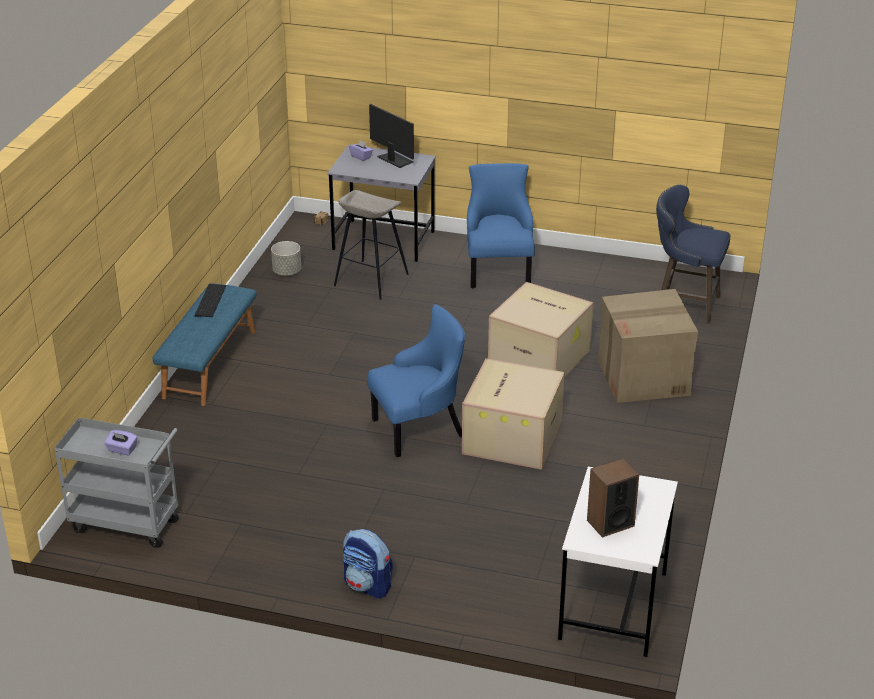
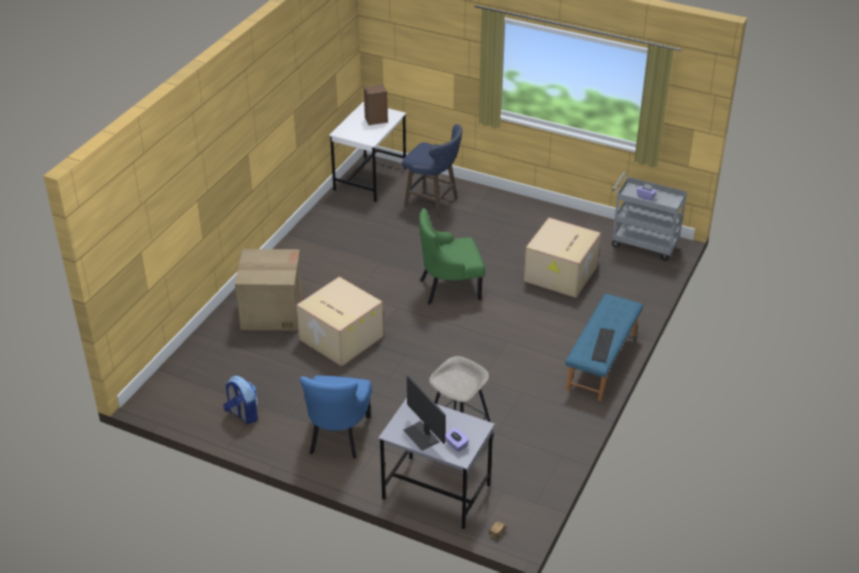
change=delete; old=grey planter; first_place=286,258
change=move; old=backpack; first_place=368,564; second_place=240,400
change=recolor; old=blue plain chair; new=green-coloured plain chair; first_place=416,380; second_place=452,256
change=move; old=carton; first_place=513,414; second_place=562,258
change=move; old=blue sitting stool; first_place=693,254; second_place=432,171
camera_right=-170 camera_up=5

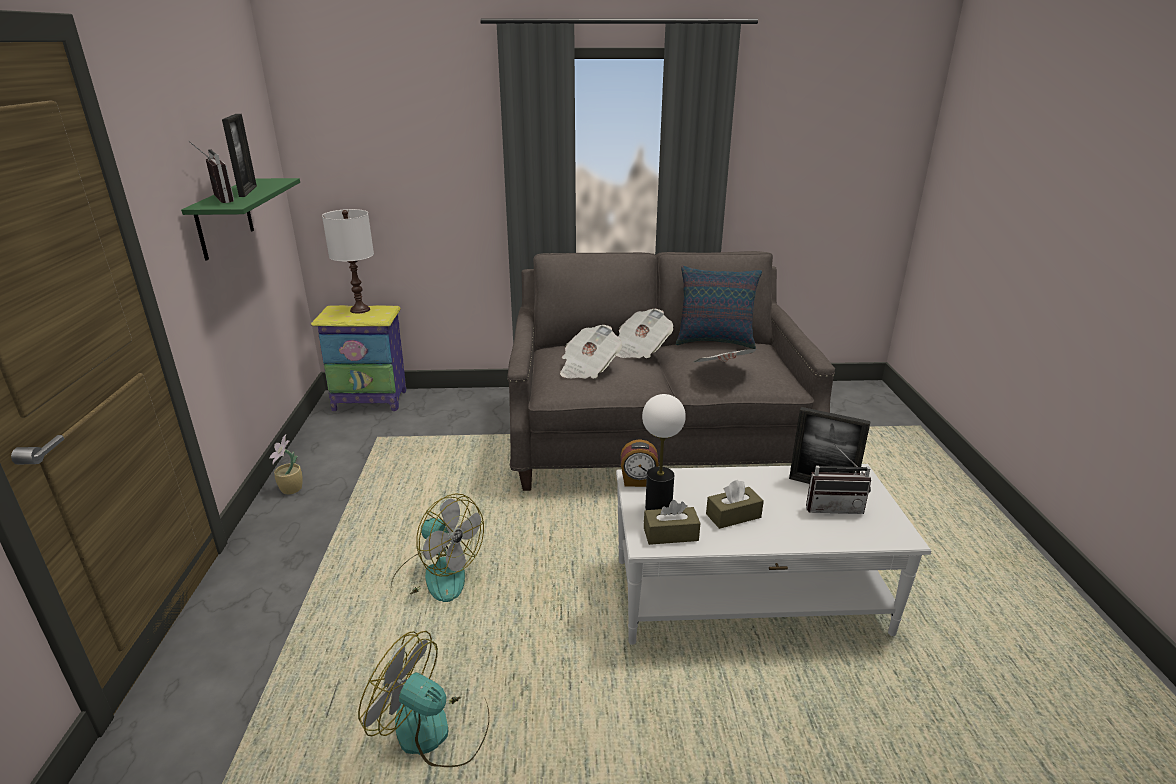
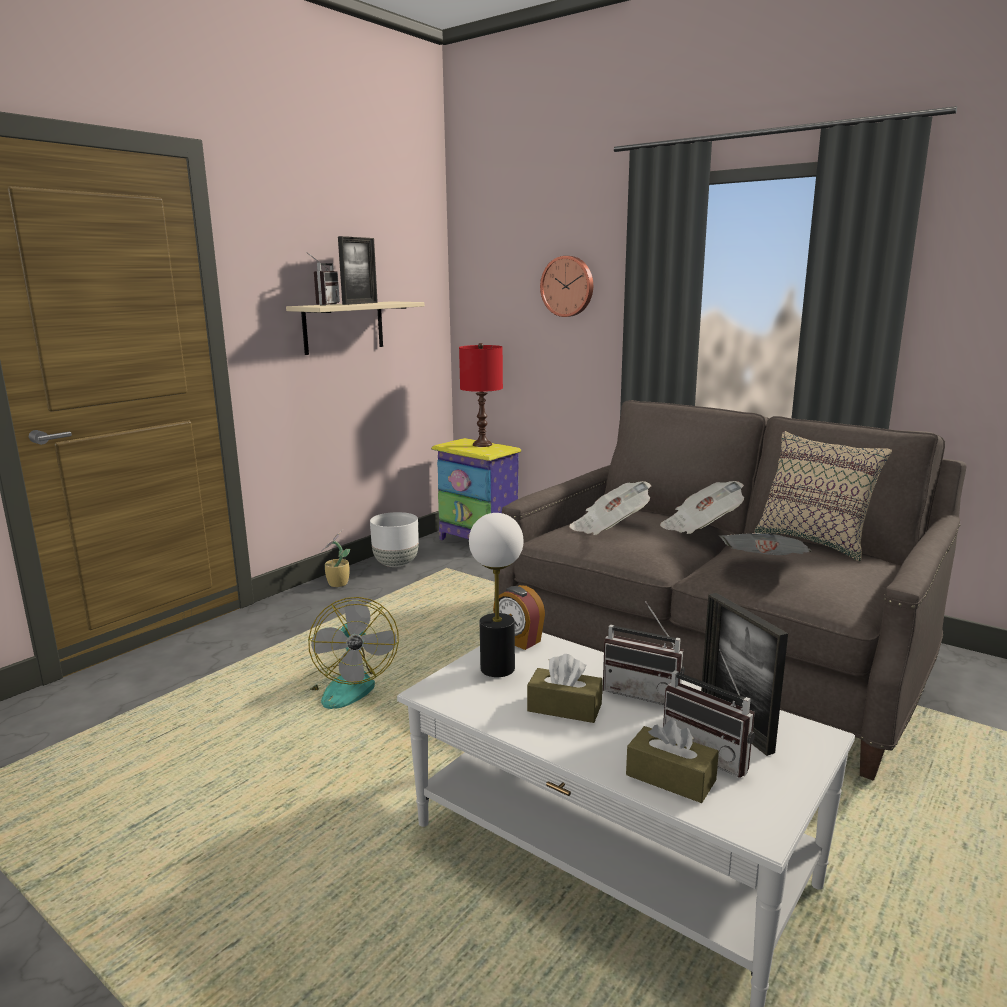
change=recolor; old=green-coloured bracket shelf; new=sand-coloured bracket shelf; first_place=240,219; second_place=355,328
change=recolor; old=white-coloured tabletop lamp; new=reddish tabletop lamp; first_place=348,261; second_place=481,395
change=delete; old=cooling fan; first_place=423,699
change=move; old=brownish box of tissues; first_place=672,522; second_place=672,761
change=recolor; old=blue pillow; new=sand-coloured pillow; first_place=719,307; second_place=823,496
change=insert; new=white-coloured planter; second_place=394,539
change=insert; new=clock on the wall; second_place=566,286
change=insert; new=radio receiver; second_place=644,653
camera_right=40 camera_up=-10

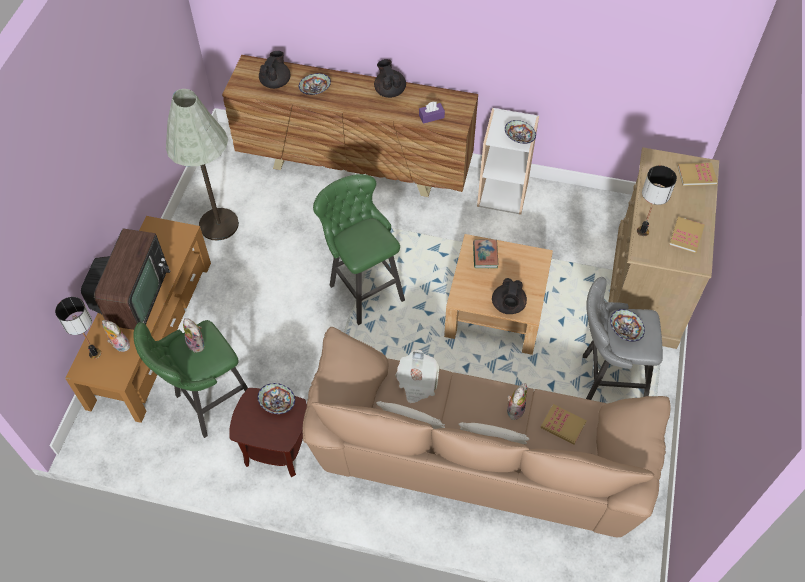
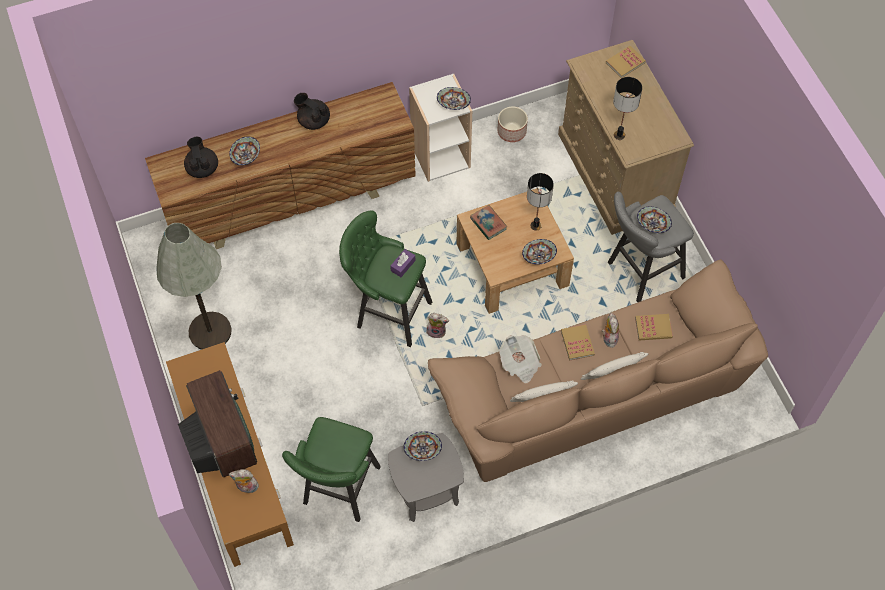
change=move; old=tabletop lamp; first_place=78,328; second_place=540,202
change=move; old=cuddly toy; first_place=193,335; second_place=437,325
change=recolor; old=brownish accent table; new=grey accent table; first_place=268,432; second_place=426,477
change=move; old=purple-coloured box of tissues; first_place=432,113; second_place=402,263
change=replace; old=blackish tea pot; new=serving bowl; first_place=509,296; second_place=539,252
change=move; old=volume; first_place=687,235; second_place=578,342
change=insert; new=planter; second_place=512,124
camera_right=-35 camera_up=5

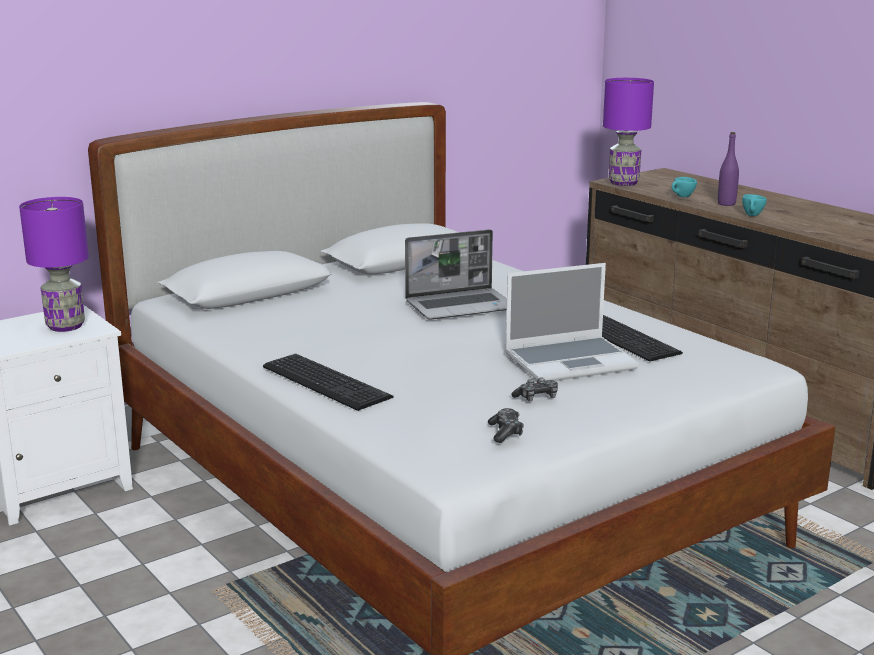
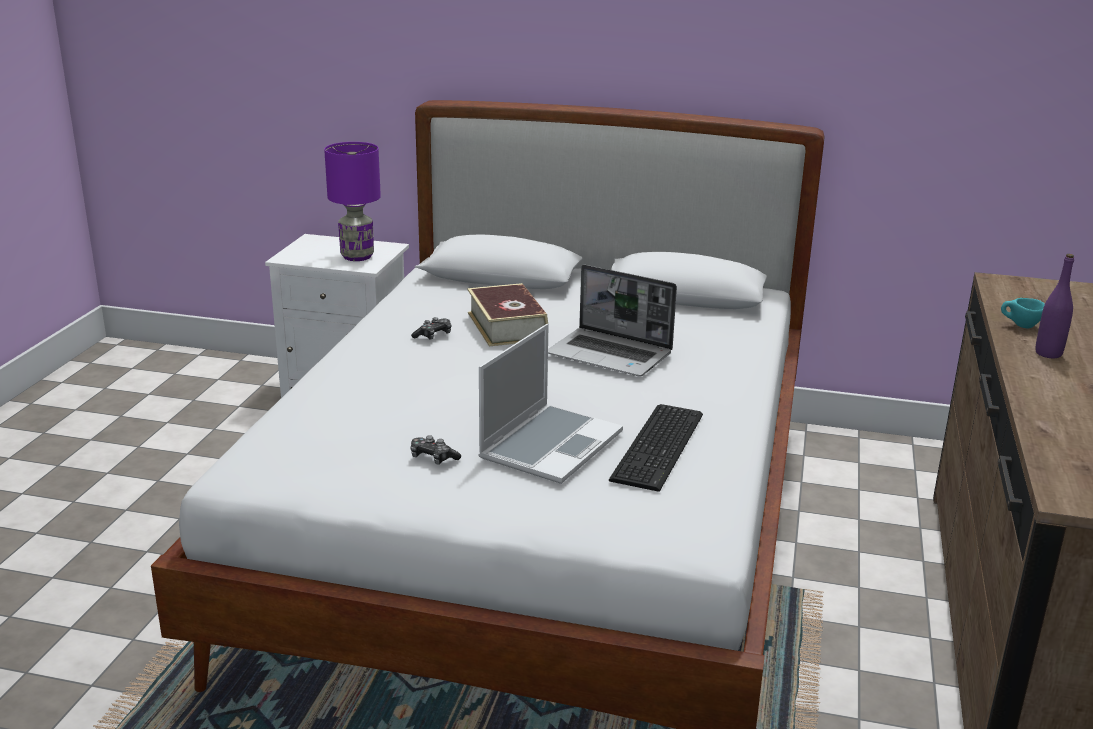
change=delete; old=computer keyboard; first_place=328,382
change=move; old=gamepad; first_place=506,425; second_place=431,328
change=rotate; old=notebook computer; first_place=572,322; second_place=551,404; degrees=-90
change=delete; old=purple-coloured tabletop lamp; first_place=628,132
change=delete; old=blue-green cup; first_place=754,205
change=insert; new=volume; second_place=508,314
camera_right=50 camera_up=5

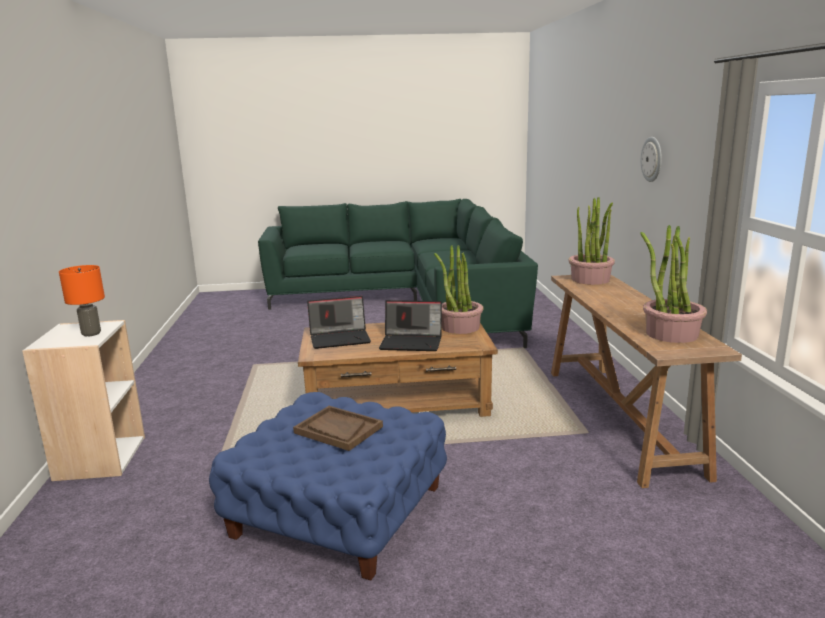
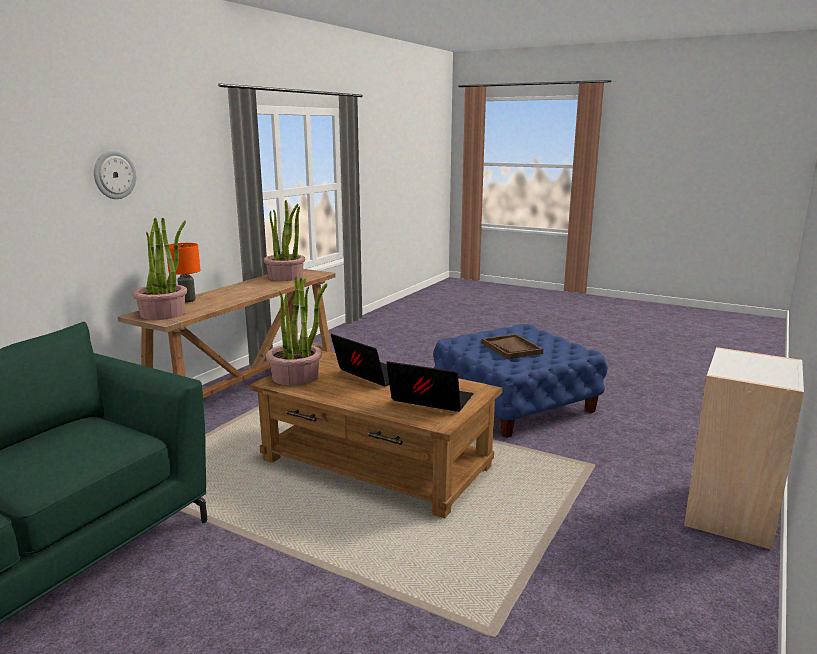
change=move; old=orangey tabletop lamp; first_place=82,300; second_place=184,273
camera_right=-145 camera_up=0

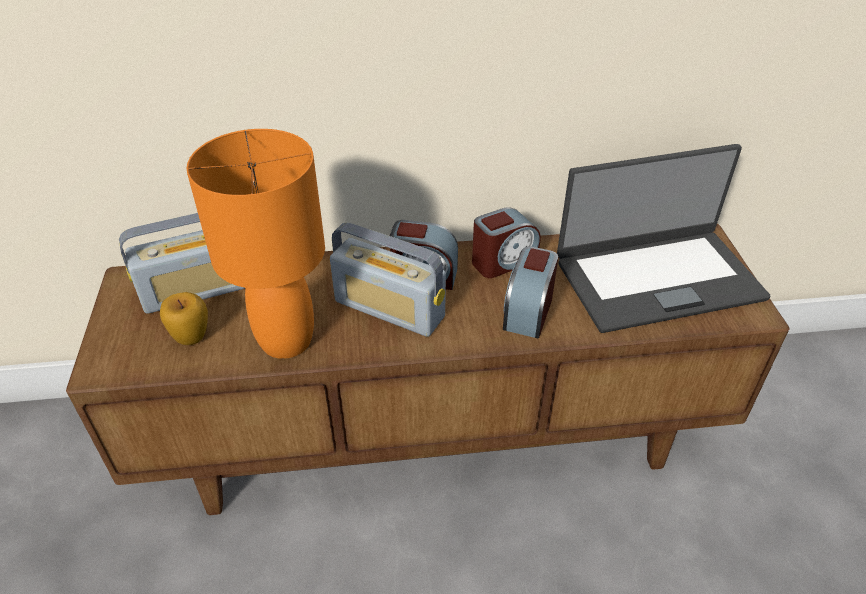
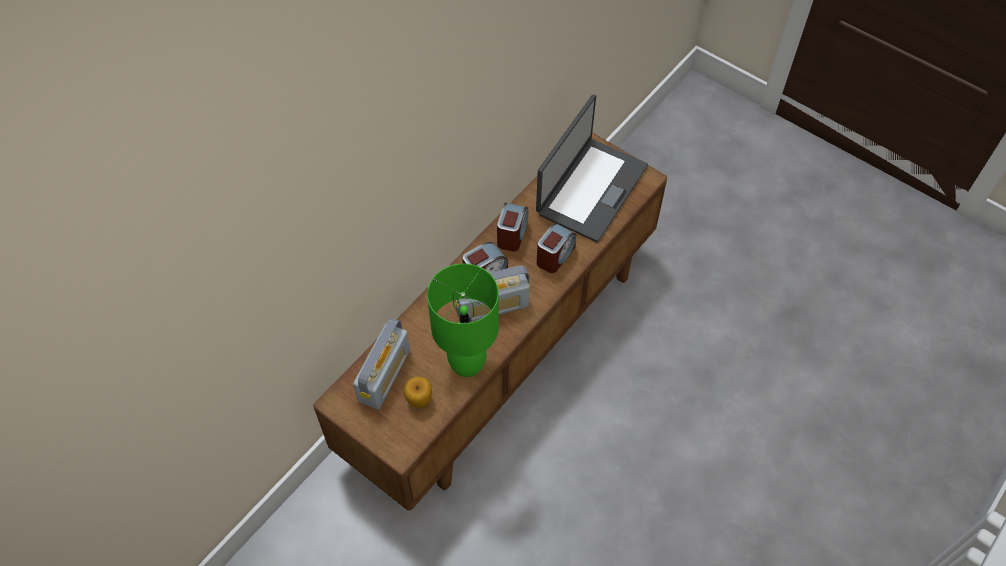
change=recolor; old=orangey tabletop lamp; new=green-coloured tabletop lamp; first_place=255,244; second_place=463,320
change=rotate; old=bedside clock; first_place=530,292; second_place=556,248; degrees=-120
camera_right=-45 camera_up=15

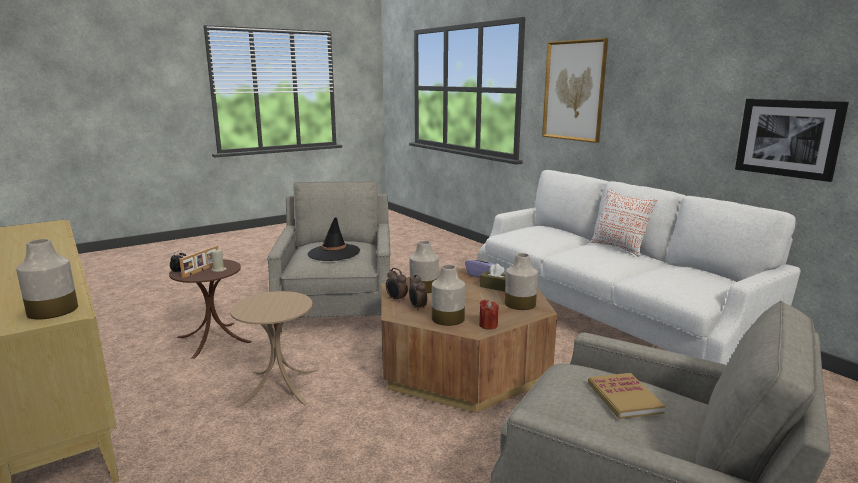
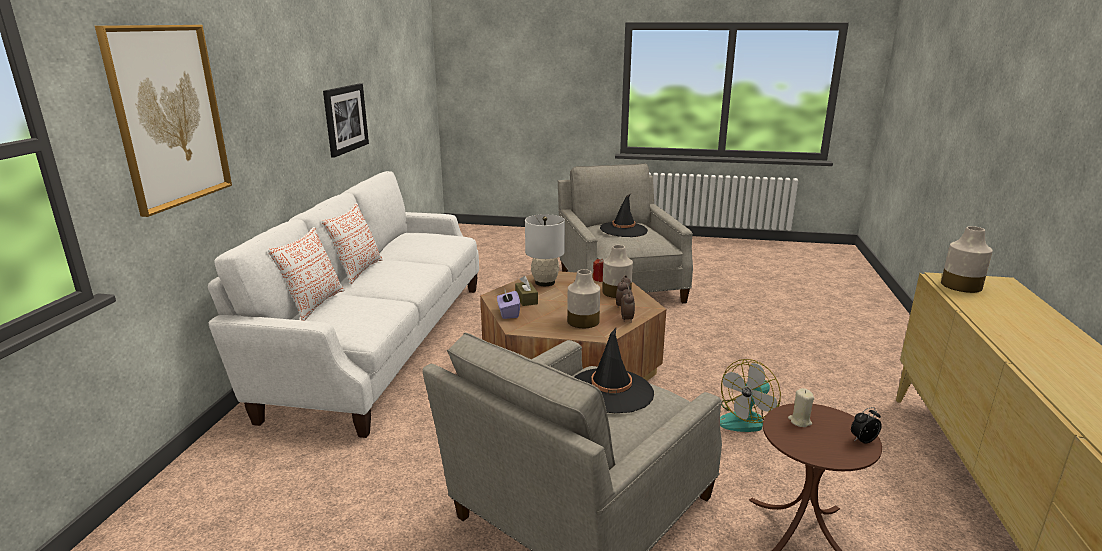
change=delete; old=picture frame; first_place=198,261
change=replace; old=sand-coloured accent table; new=cooling fan; first_place=274,349; second_place=750,395
change=replace; old=sand-coloured vase; new=white-coloured tabletop lamp; first_place=521,281; second_place=545,250
change=replace; old=volume; new=blackish clothing hat; first_place=626,396; second_place=624,215
change=insert; new=white-coloured pillow; second_place=306,274
camera_right=-135 camera_up=5

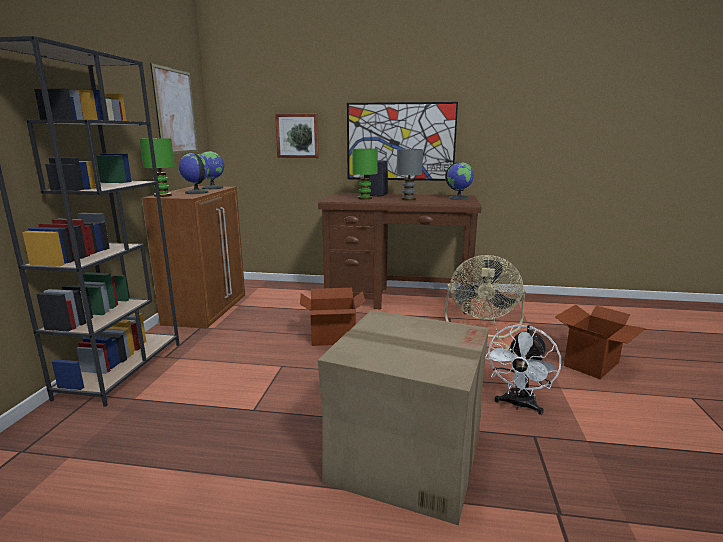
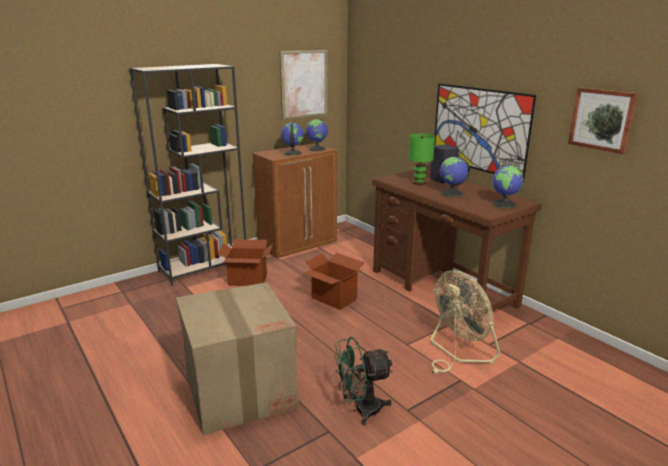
change=delete; old=green-coloured tabletop lamp; first_place=157,167
change=move; old=wall art; first_place=297,136; second_place=603,120
change=replace; old=grey tabletop lamp; new=globe; first_place=410,175; second_place=455,177
change=recolor; old=white-coloured cooling fan; new=green-coloured cooling fan; first_place=523,369; second_place=363,381
change=move; old=carton; first_place=600,342; second_place=245,262
camera_right=45 camera_up=5

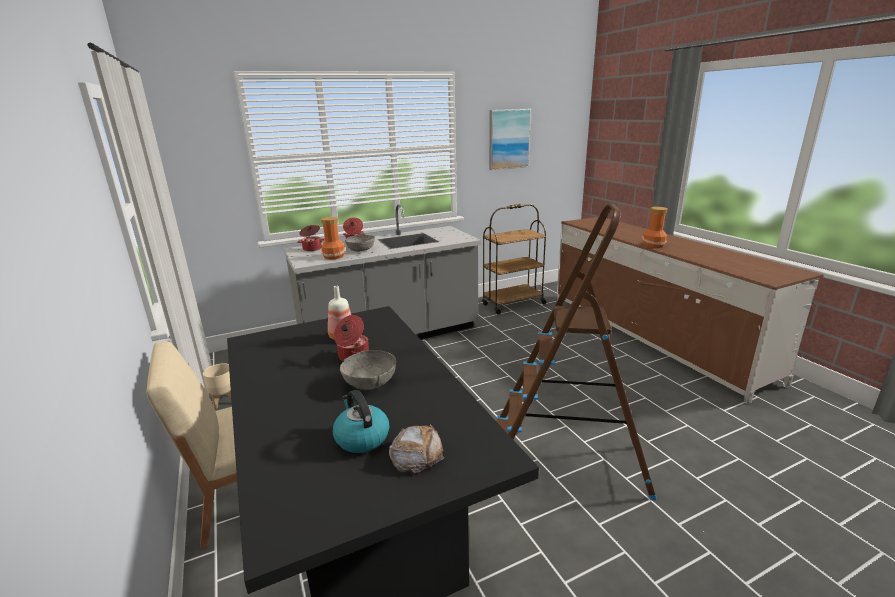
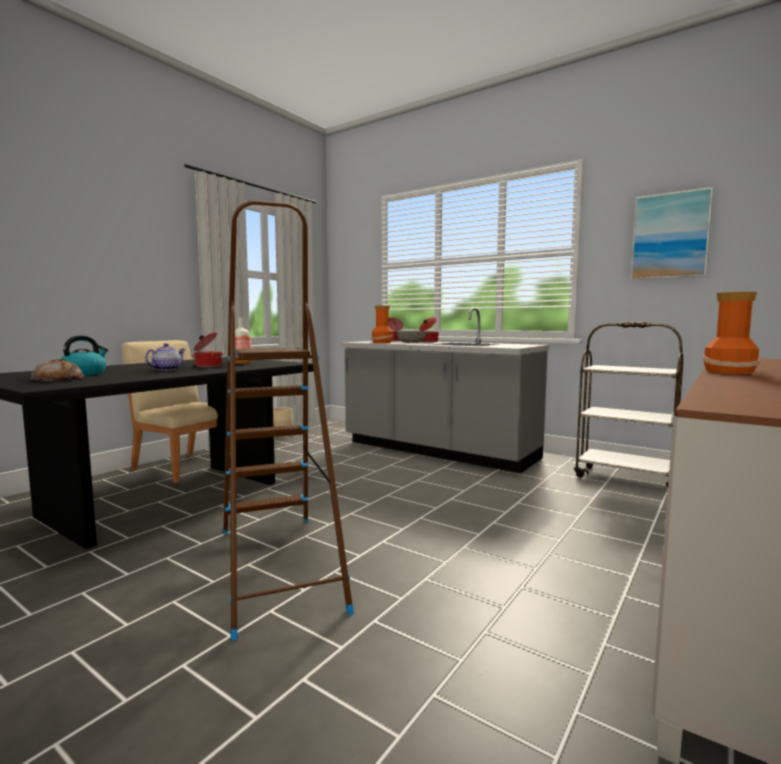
change=replace; old=grey serving bowl; new=tea pot; first_place=368,370; second_place=165,357
change=recolor; old=brownish cart; new=white-coloured cart; first_place=514,259; second_place=628,404
camera_right=60 camera_up=-15

